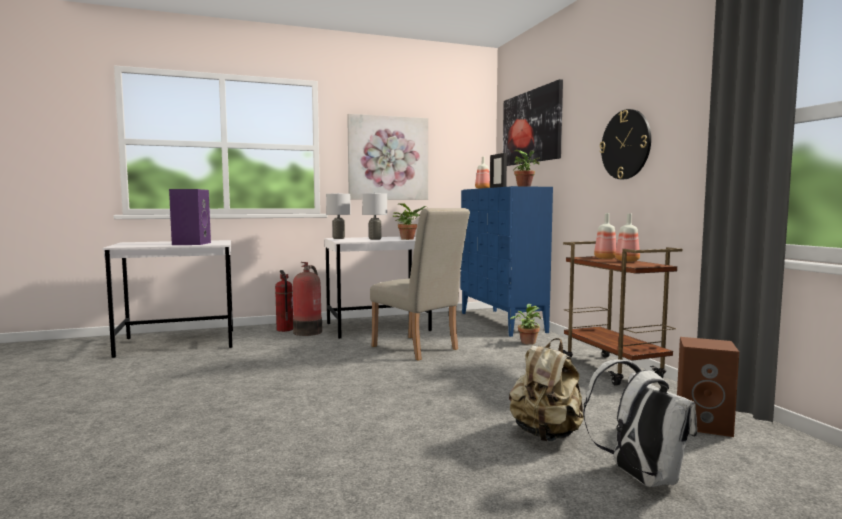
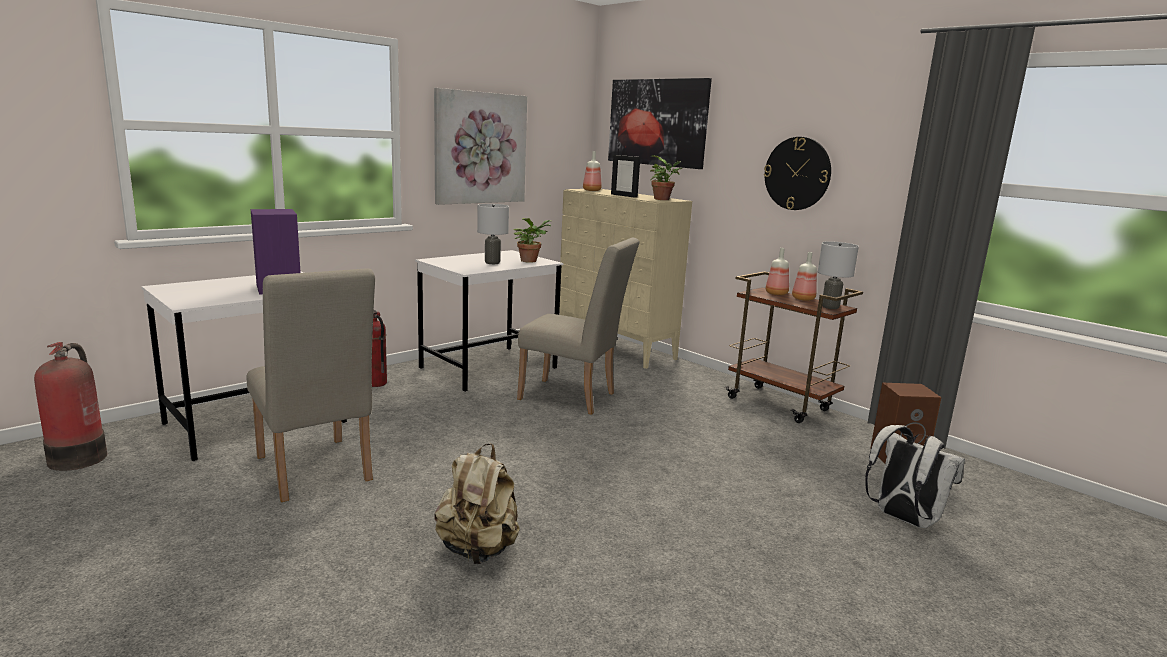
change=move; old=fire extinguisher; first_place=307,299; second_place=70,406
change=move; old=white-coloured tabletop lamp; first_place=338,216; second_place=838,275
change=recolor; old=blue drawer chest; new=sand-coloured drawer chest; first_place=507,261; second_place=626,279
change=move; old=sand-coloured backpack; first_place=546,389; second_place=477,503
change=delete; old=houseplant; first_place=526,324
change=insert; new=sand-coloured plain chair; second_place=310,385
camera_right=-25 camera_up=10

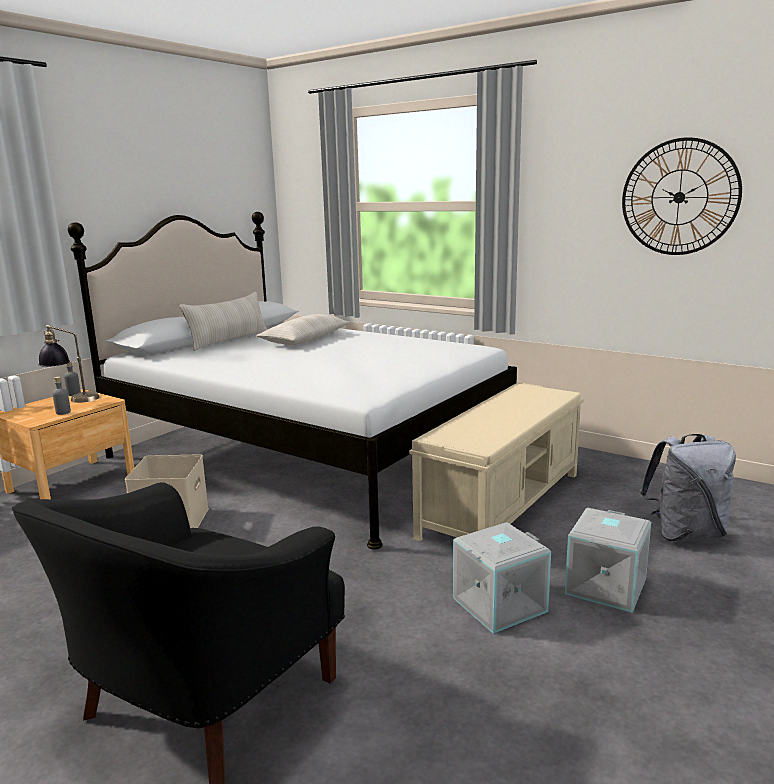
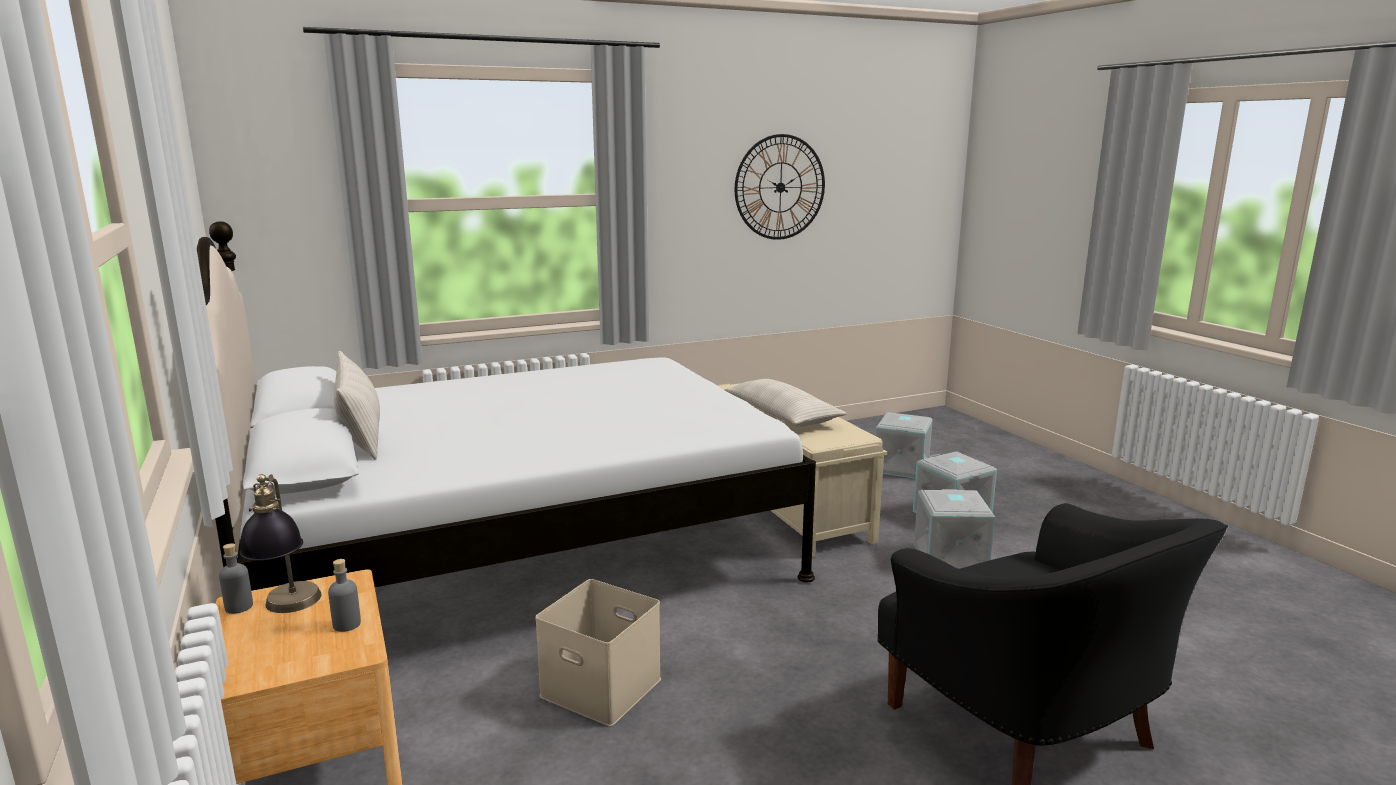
change=move; old=sand-coloured pillow; first_place=303,329; second_place=785,402
change=replace; old=grey backpack; new=grey storage box; first_place=687,488; second_place=904,445
camera_right=-60 camera_up=0

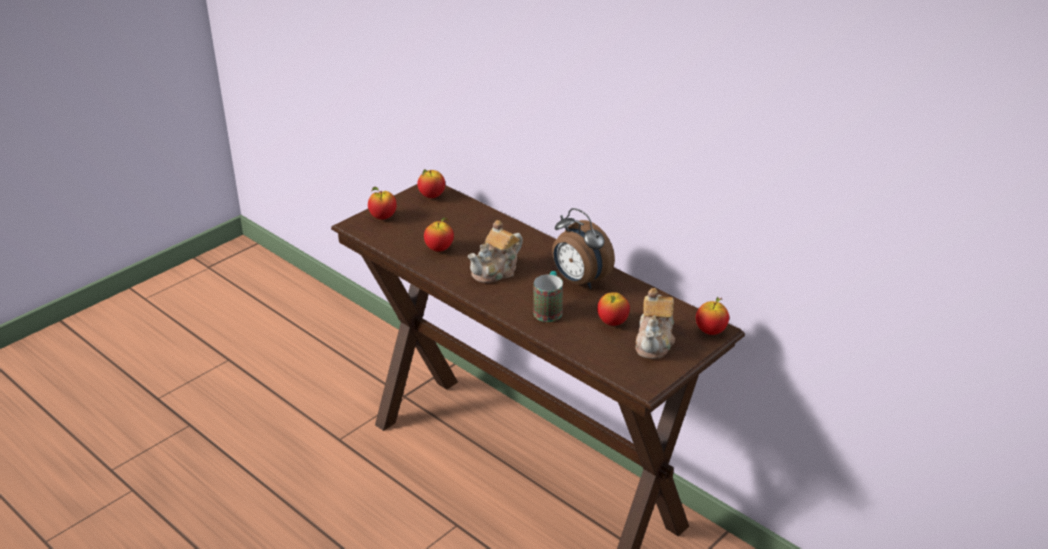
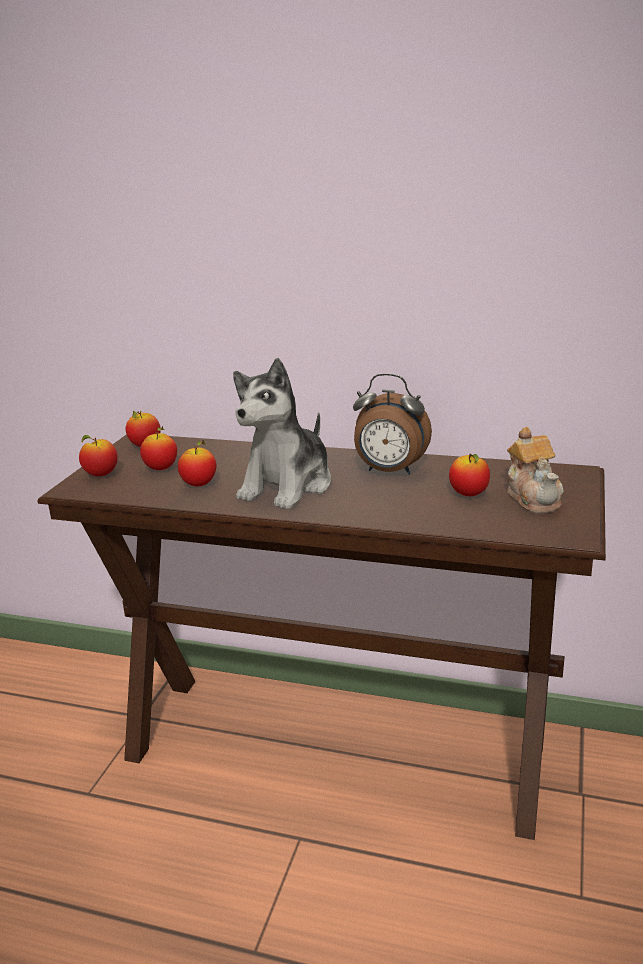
change=replace; old=tea pot; new=cuddly toy; first_place=495,251; second_place=282,433
change=delete; old=coffee mug; first_place=548,296
change=move; old=apple fruit; first_place=712,315; second_place=158,448
camera_right=-25 camera_up=-10

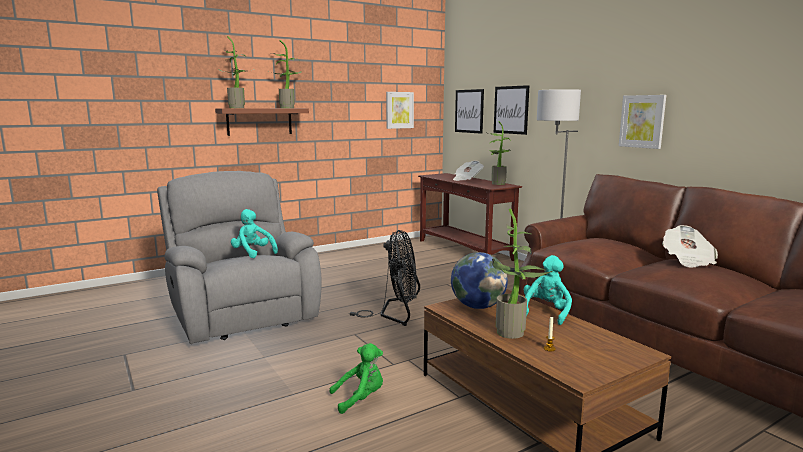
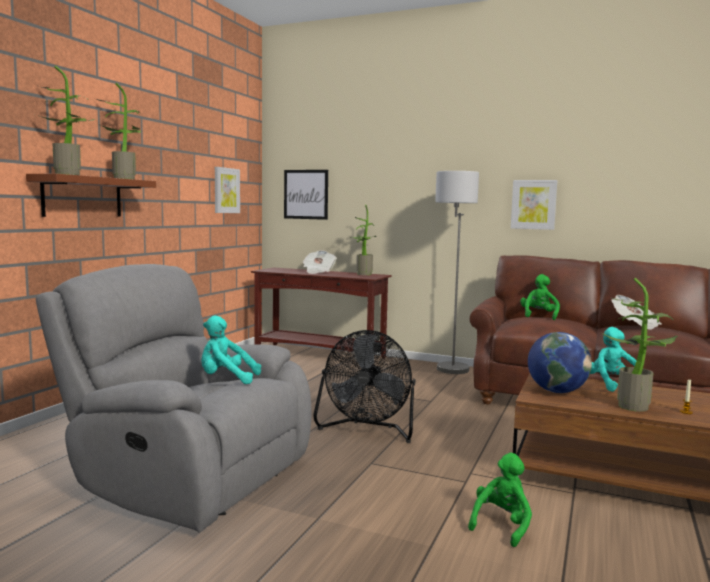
change=rotate; old=blackish cooling fan; first_place=384,278; second_place=365,386; degrees=135
change=delete; old=wall art; first_place=512,110
change=insert; new=green-coloured cuddly toy; second_place=540,297
camera_right=-35 camera_up=-5

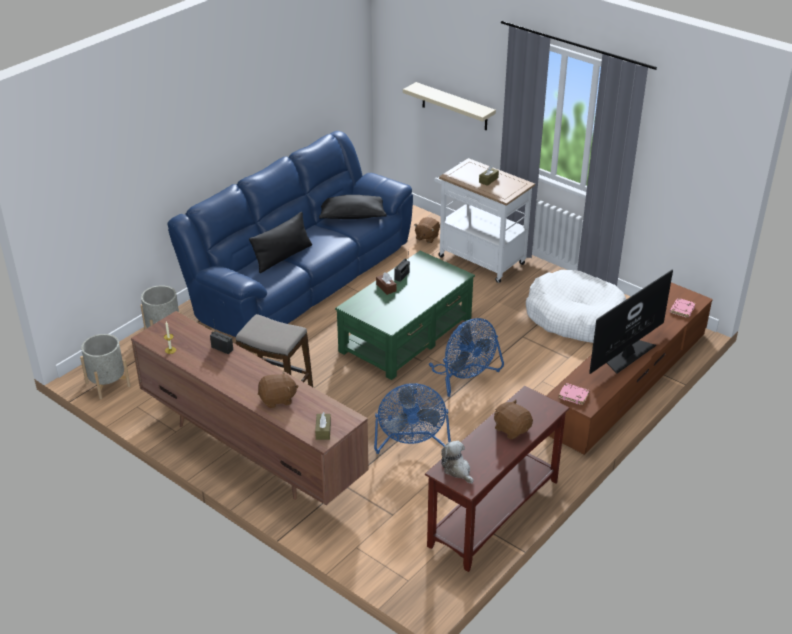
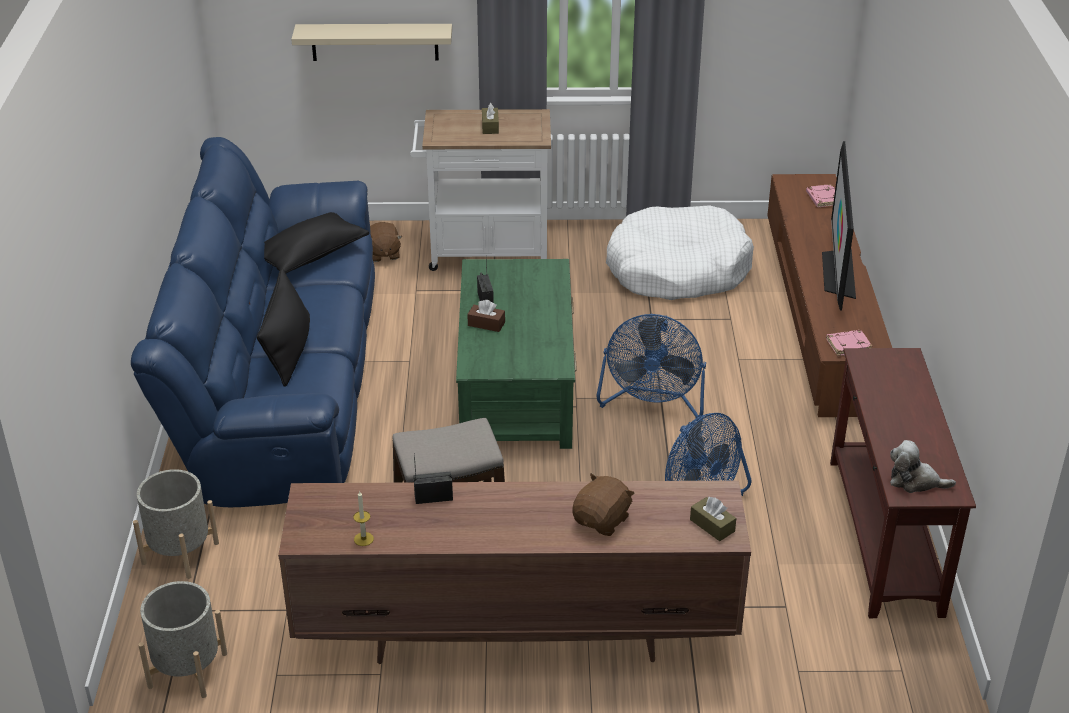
change=rotate; old=blue cooling fan; first_place=466,357; second_place=651,367; degrees=90
change=delete; old=brownish cuddly toy; first_place=513,420
camera_right=-40 camera_up=0

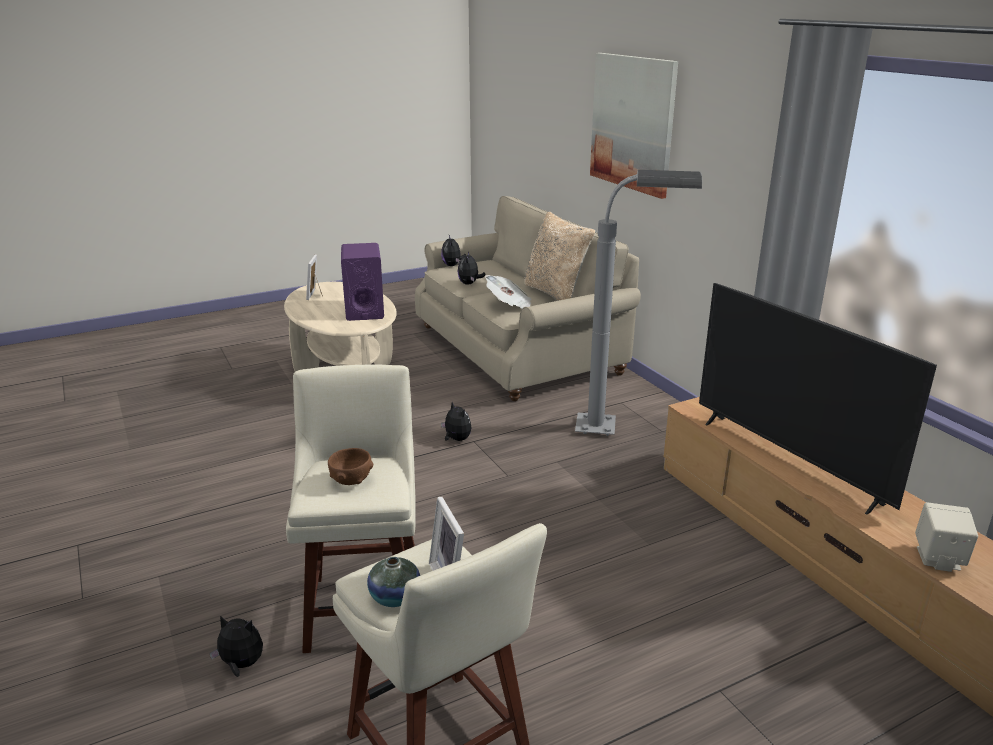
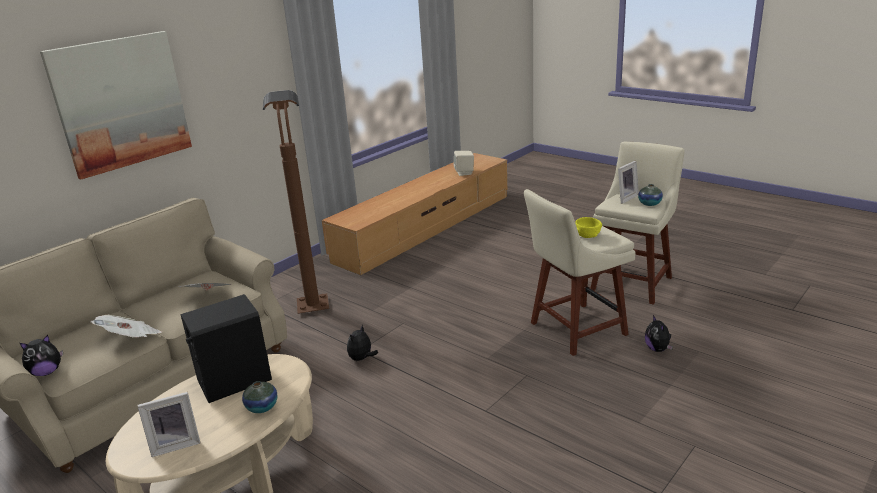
change=recolor; old=brownish serving bowl; new=yellow serving bowl; first_place=350,466; second_place=588,227
change=recolor; old=purple-coloured speaker; new=blackish speaker; first_place=362,282; second_place=226,348
change=replace; old=cuddly toy; new=printed paper; first_place=472,268; second_place=126,326
change=delete; old=sand-coloured pillow; first_place=559,256
change=recolor; old=grey standing lamp; new=brownish standing lamp; first_place=638,303; second_place=296,202
change=delete; old=TV set; first_place=818,398
change=insert; new=vase; second_place=259,397
camera_right=-110 camera_up=0

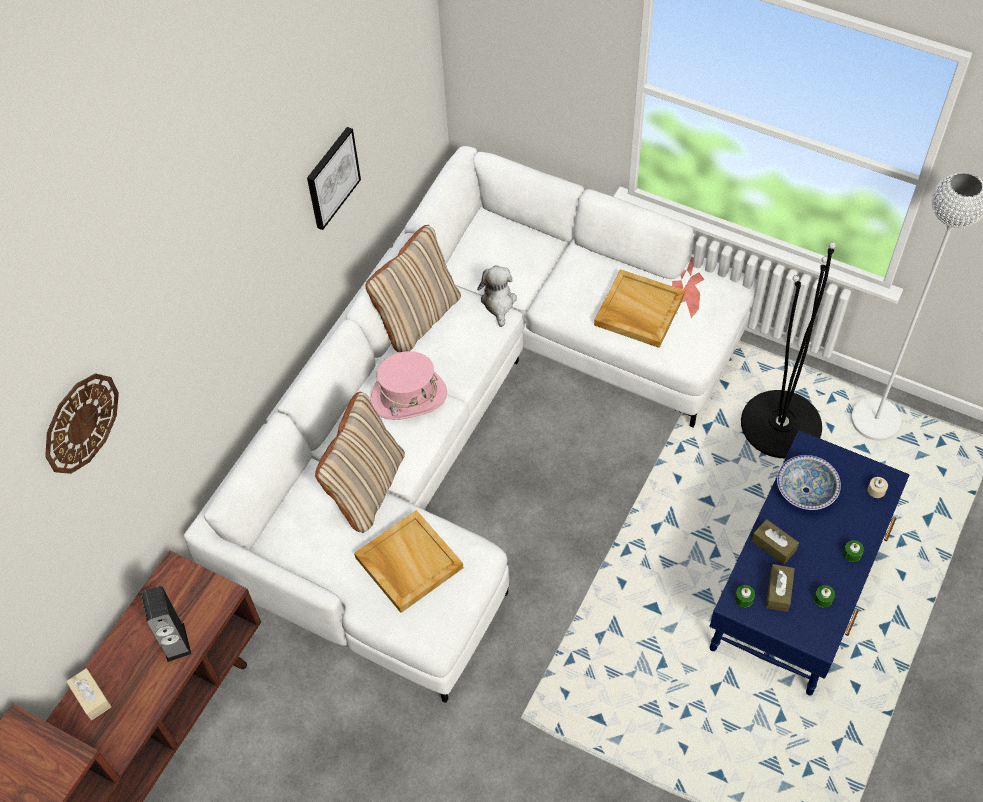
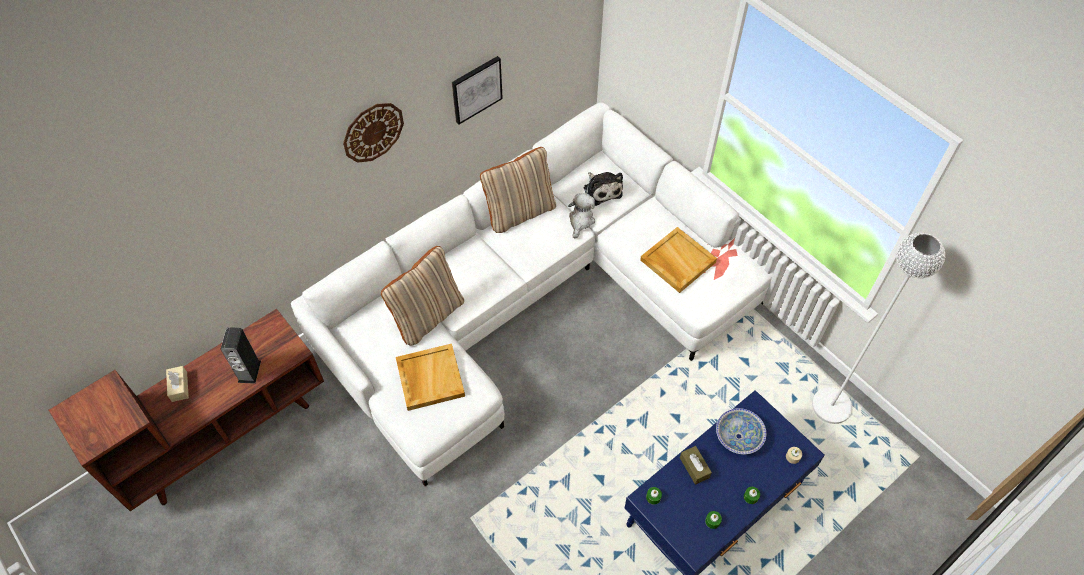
change=move; old=clock on the wall; first_place=82,423; second_place=373,133
change=delete; old=pink-coloured clothing hat; first_place=409,385
change=delete; old=blackish standing lamp; first_place=788,350
change=delete; old=brownish box of tissues; first_place=780,588
change=insert; new=cuddly toy; second_place=603,189
camera_right=20 camera_up=0

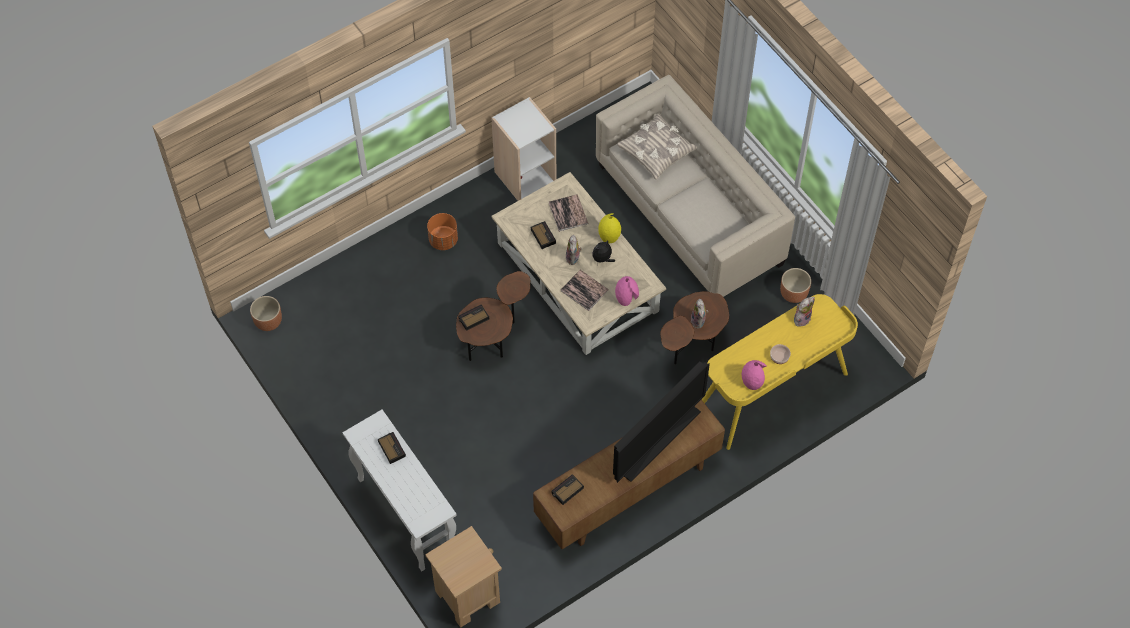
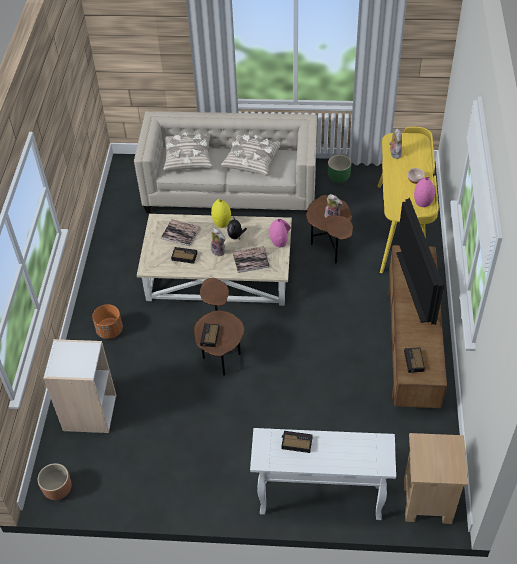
change=move; old=shelving unit; first_place=523,149; second_place=79,386
change=recolor; old=brownish planter; new=green-coloured planter; first_place=795,285; second_place=339,169
change=insert; new=sand-coloured pillow; second_place=251,155
camera_right=-50 camera_up=-10

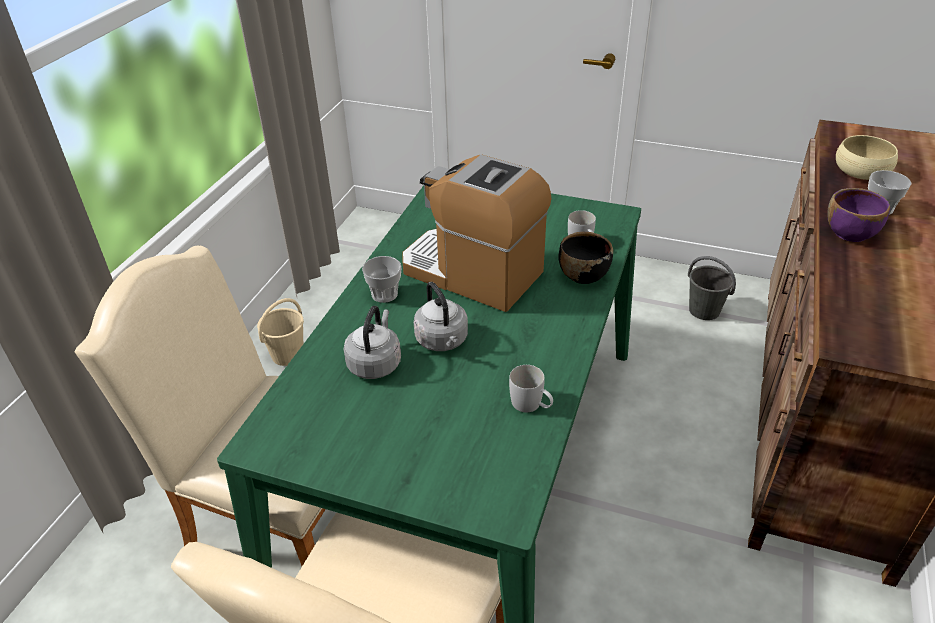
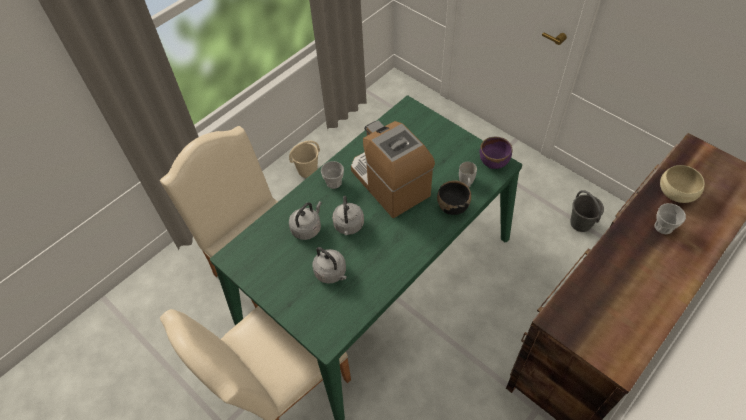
change=delete; old=white-coloured coffee mug; first_place=531,388
change=move; old=purple-coloured serving bowl; first_place=858,215; second_place=496,152
change=insert; new=grey kettle; second_place=330,265
camera_right=25 camera_up=15

